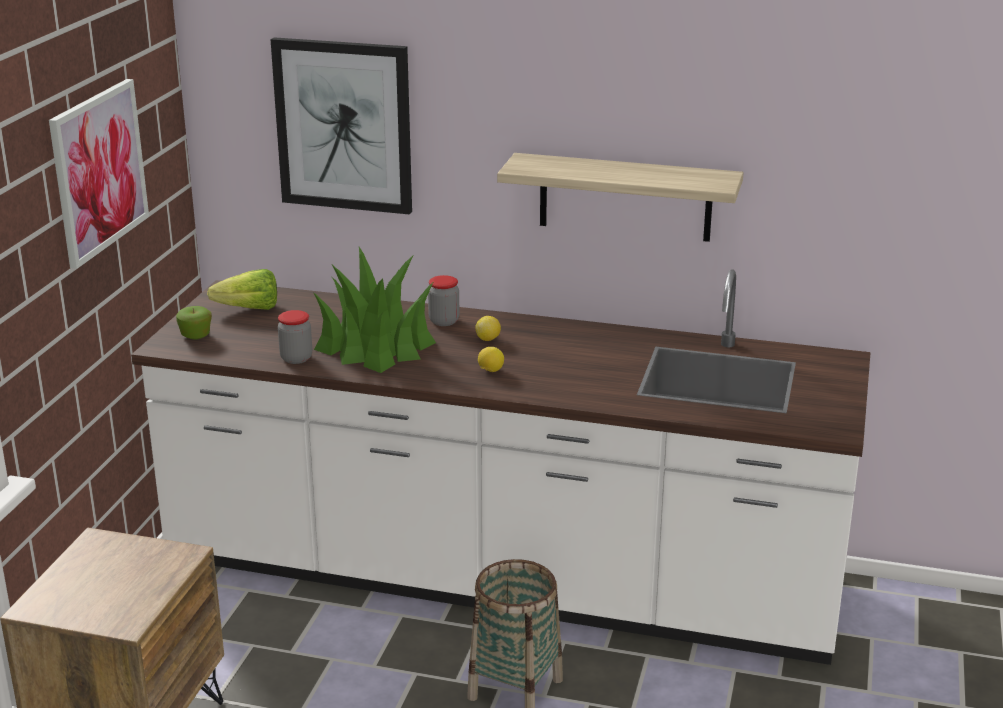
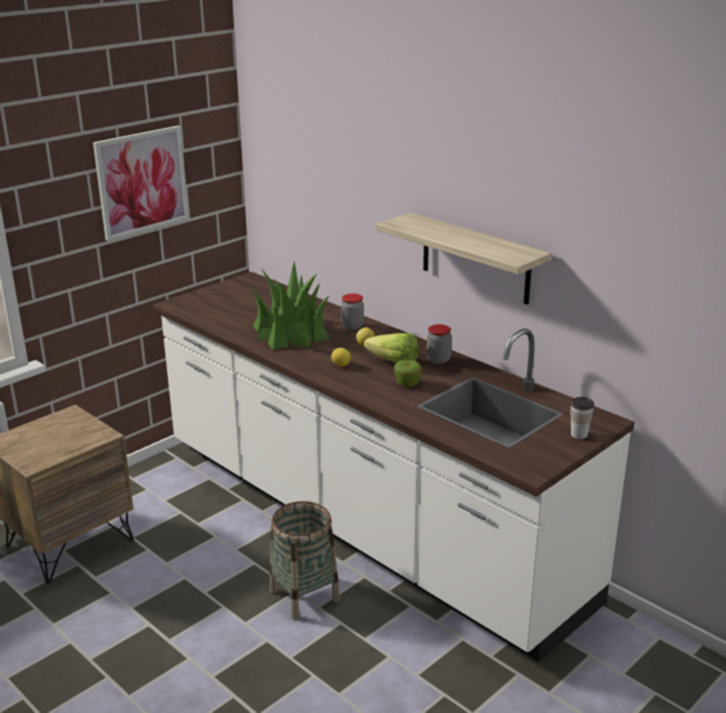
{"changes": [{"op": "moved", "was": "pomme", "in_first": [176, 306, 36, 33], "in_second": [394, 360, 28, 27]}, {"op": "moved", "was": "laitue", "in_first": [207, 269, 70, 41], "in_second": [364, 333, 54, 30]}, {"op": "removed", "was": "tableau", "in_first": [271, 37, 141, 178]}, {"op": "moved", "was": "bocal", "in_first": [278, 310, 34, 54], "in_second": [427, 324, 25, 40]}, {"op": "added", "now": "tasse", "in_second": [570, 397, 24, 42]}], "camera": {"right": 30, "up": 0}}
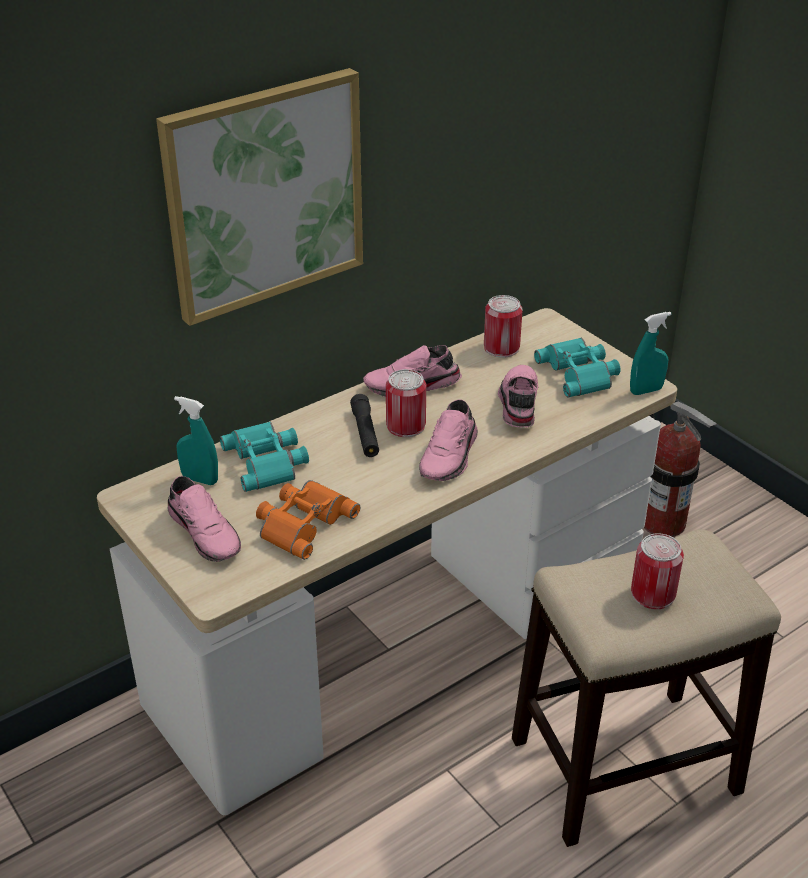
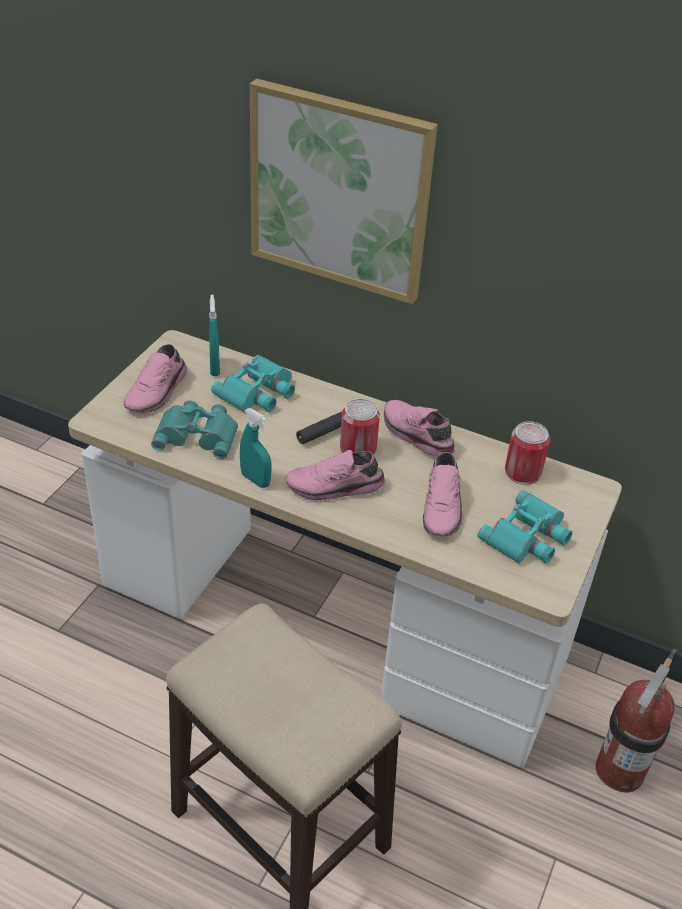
{"changes": [{"op": "recoloured", "was": "jumelles/orange", "now": "jumelles/turquoise", "in_first": [256, 480, 104, 80], "in_second": [151, 400, 87, 59]}, {"op": "turned", "was": "chaussure/rose", "in_first": [498, 365, 40, 63], "in_second": [423, 452, 41, 84], "clockwise": 120}, {"op": "moved", "was": "vaporisateur/turquoise", "in_first": [630, 312, 41, 83], "in_second": [240, 408, 31, 80]}, {"op": "removed", "was": "boîte métallique", "in_first": [631, 533, 53, 76]}], "camera": {"right": 60, "up": 5}}
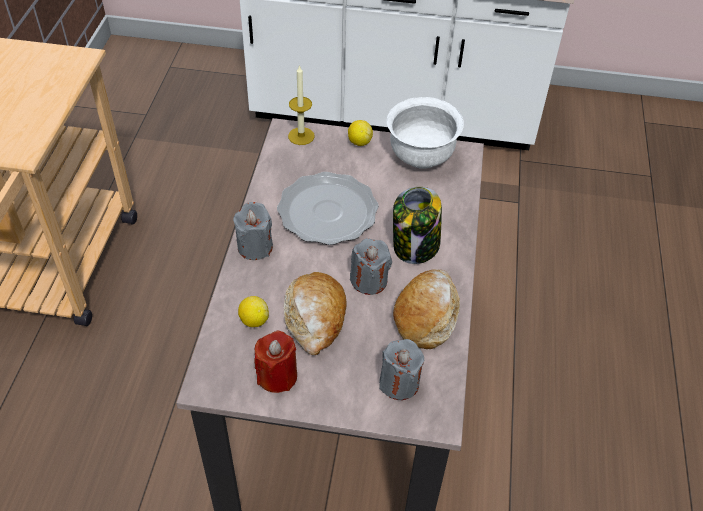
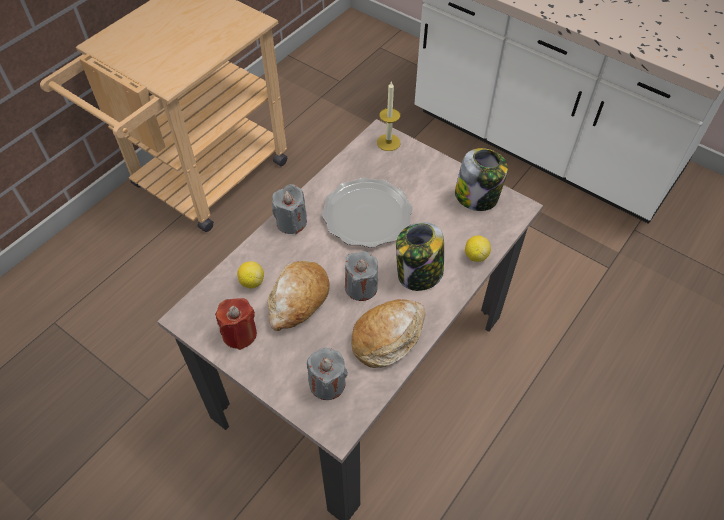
{"changes": [{"op": "moved", "was": "citron", "in_first": [348, 120, 25, 26], "in_second": [465, 235, 26, 27]}, {"op": "replaced", "was": "bol/blanc", "now": "bocal", "in_first": [387, 97, 77, 72], "in_second": [455, 148, 53, 63]}], "camera": {"right": 30, "up": 5}}
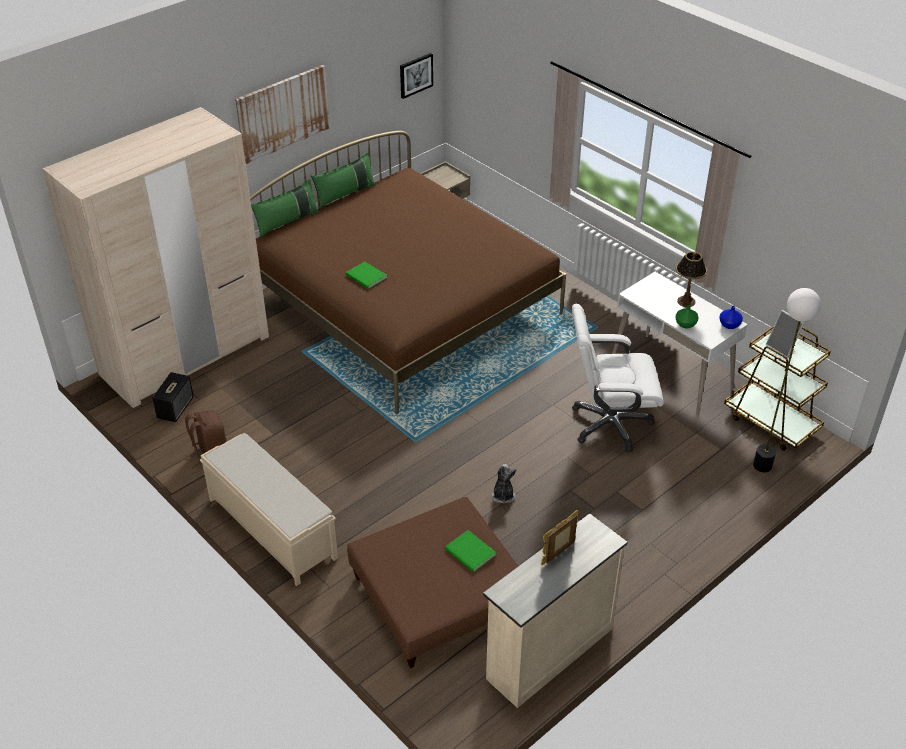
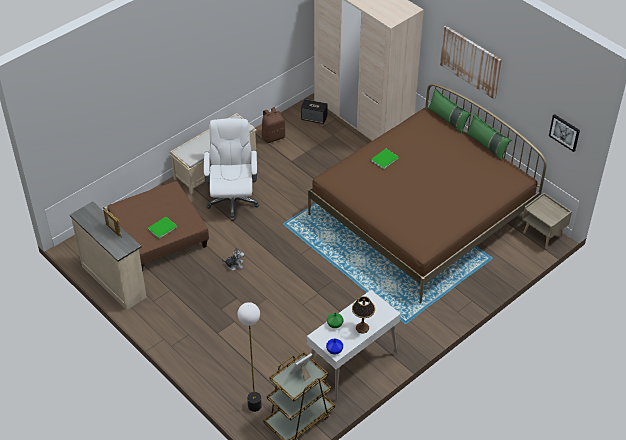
{"changes": [{"op": "moved", "was": "chaise de bureau/blanc", "in_first": [572, 304, 92, 148], "in_second": [204, 118, 55, 103]}], "camera": {"right": 90, "up": 5}}
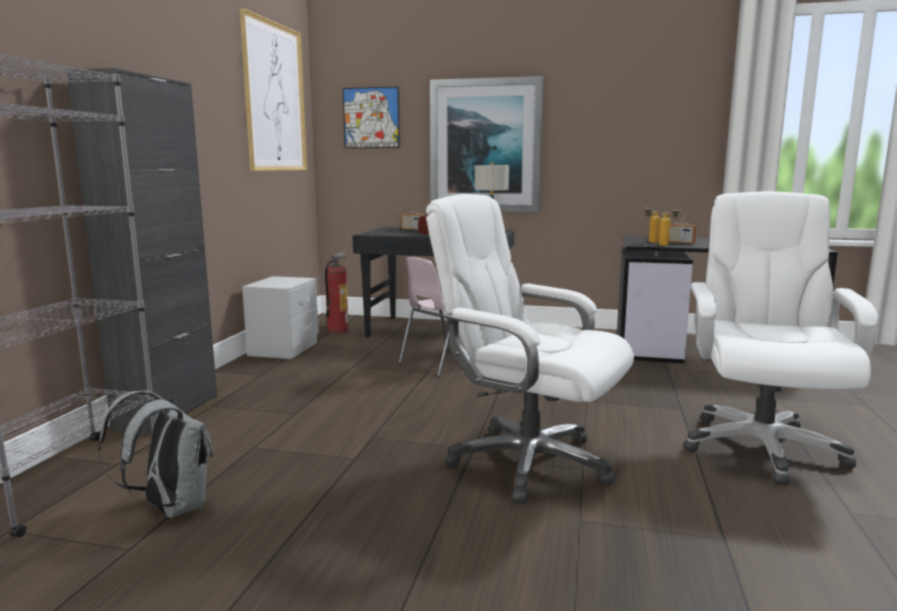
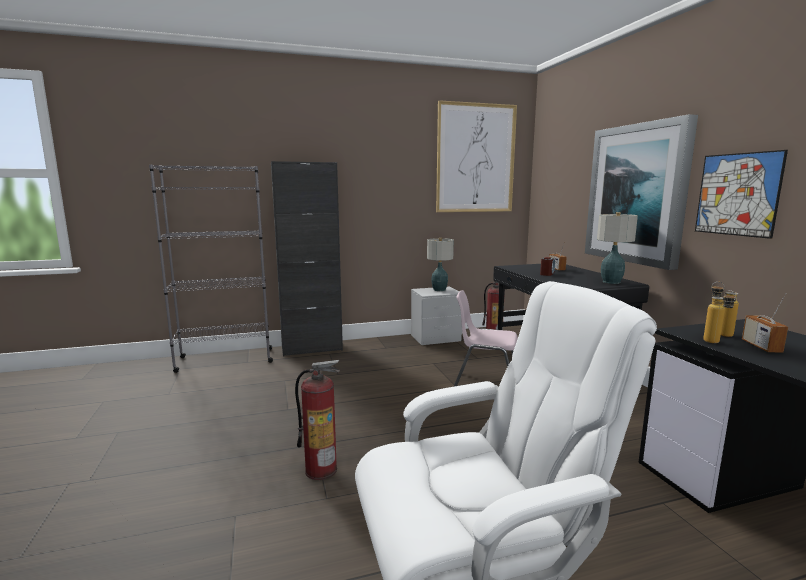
{"changes": [{"op": "removed", "was": "sac à dos/gris", "in_first": [98, 391, 115, 127]}, {"op": "moved", "was": "tableau", "in_first": [342, 87, 58, 61], "in_second": [695, 150, 93, 89]}, {"op": "replaced", "was": "chaise de bureau/blanc", "now": "extincteur", "in_first": [426, 194, 208, 310], "in_second": [295, 360, 45, 120]}, {"op": "added", "now": "lampe de table", "in_second": [427, 238, 27, 53]}], "camera": {"right": 60, "up": 0}}
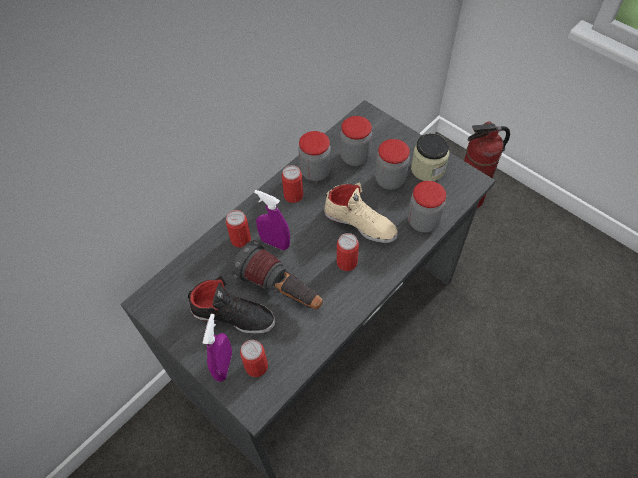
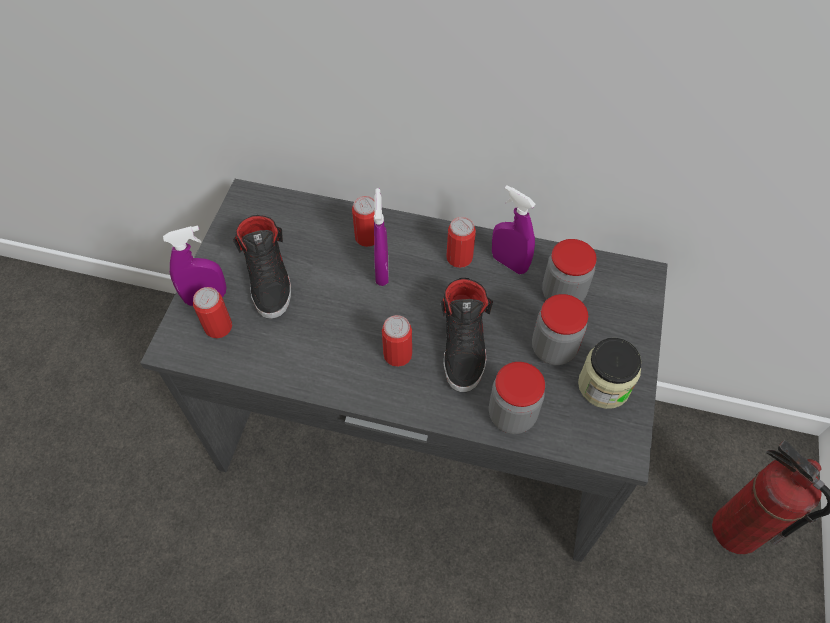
{"changes": [{"op": "removed", "was": "lampe de poche", "in_first": [231, 240, 92, 69]}, {"op": "replaced", "was": "bocal", "now": "vaporisateur/violet", "in_first": [298, 131, 33, 50], "in_second": [492, 185, 44, 89]}, {"op": "recoloured", "was": "chaussure/beige", "now": "chaussure/noir", "in_first": [324, 183, 74, 60], "in_second": [441, 278, 52, 114]}], "camera": {"right": 60, "up": 0}}
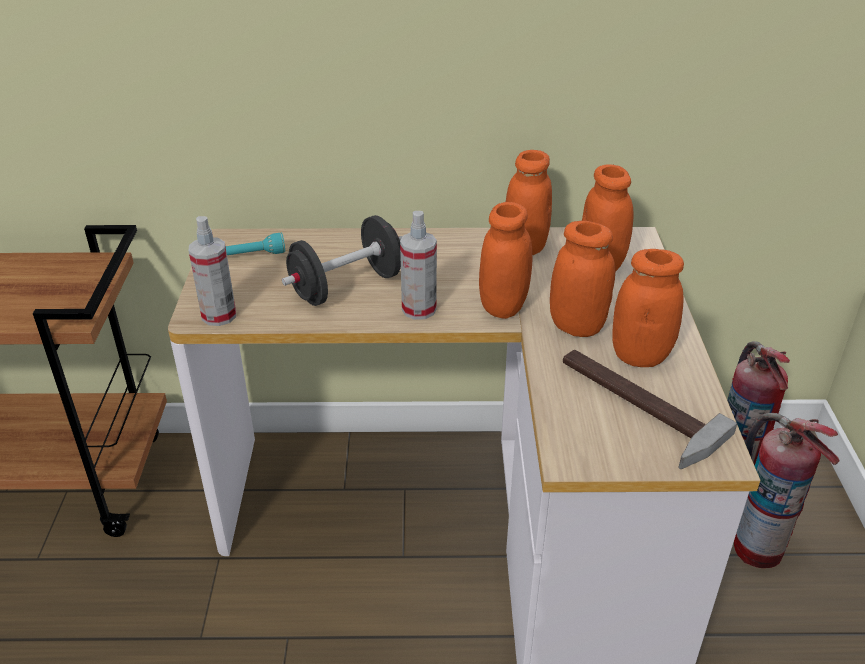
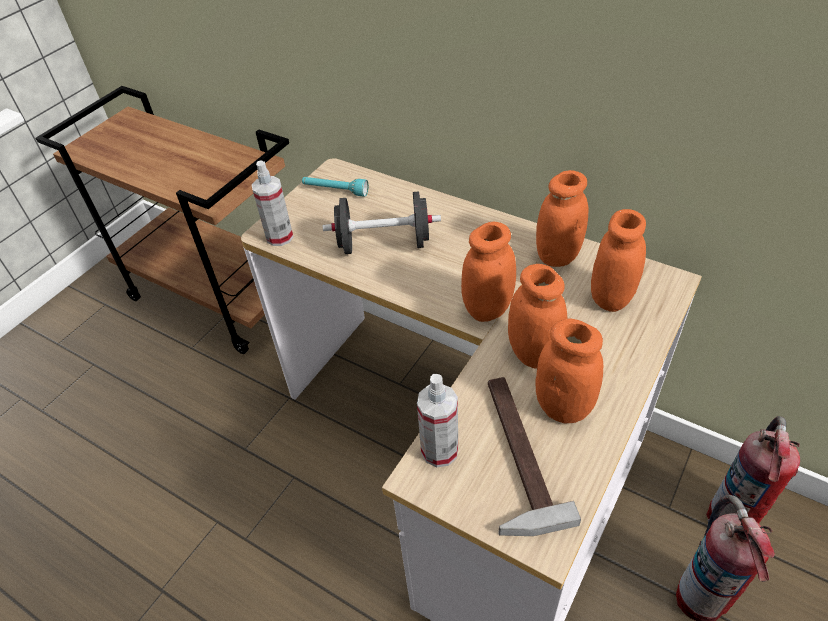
{"changes": [{"op": "moved", "was": "vaporisateur", "in_first": [400, 211, 37, 109], "in_second": [417, 374, 41, 93]}], "camera": {"right": 35, "up": 10}}
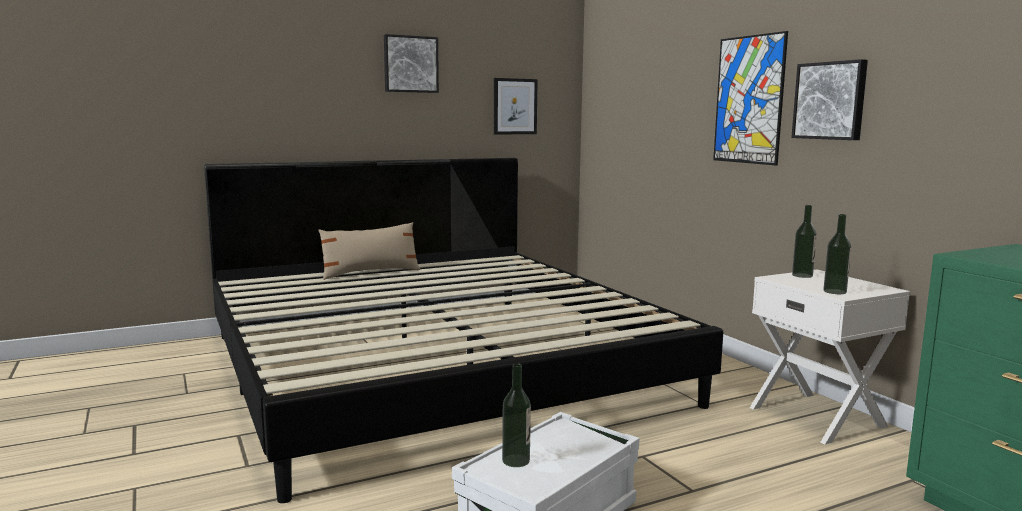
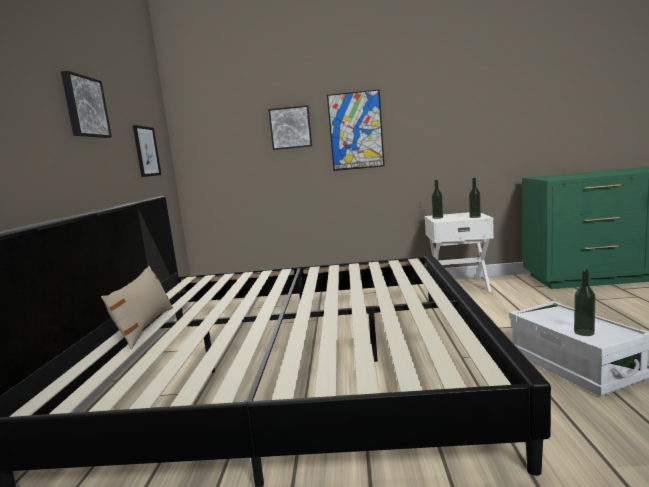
{"changes": [{"op": "moved", "was": "tableau", "in_first": [791, 59, 77, 81], "in_second": [268, 105, 44, 45]}], "camera": {"right": -60, "up": 0}}
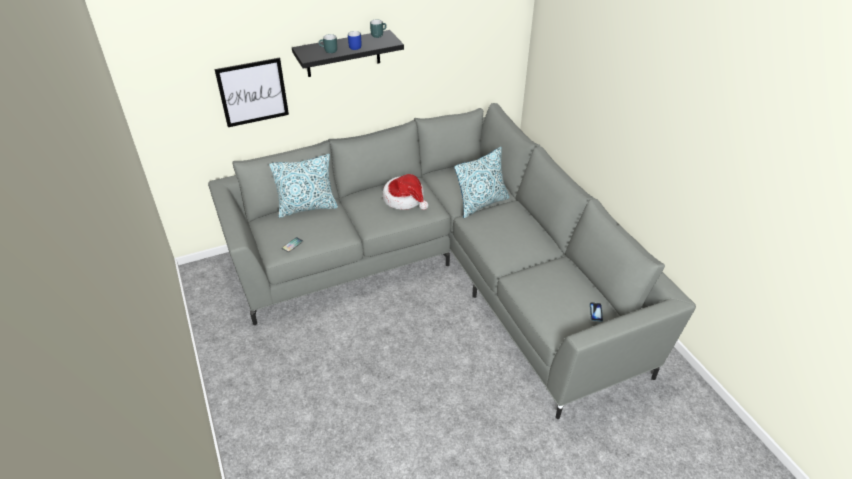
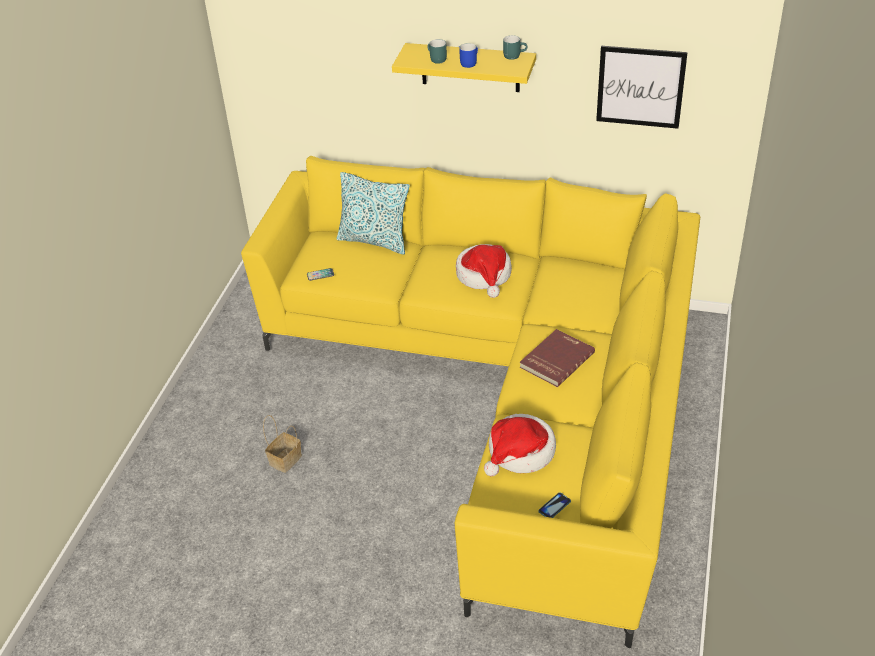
{"changes": [{"op": "recoloured", "was": "canapé/gris", "now": "canapé/jaune", "in_first": [208, 103, 488, 316], "in_second": [241, 156, 459, 492]}, {"op": "moved", "was": "tableau", "in_first": [215, 58, 74, 69], "in_second": [596, 46, 92, 83]}, {"op": "recoloured", "was": "étagère/noir", "now": "étagère/jaune", "in_first": [292, 30, 112, 47], "in_second": [392, 43, 144, 49]}, {"op": "removed", "was": "coussin", "in_first": [454, 147, 55, 71]}, {"op": "added", "now": "panier", "in_second": [263, 415, 39, 58]}, {"op": "added", "now": "chapeau", "in_second": [484, 414, 72, 62]}, {"op": "added", "now": "livre/rouge", "in_second": [520, 329, 75, 58]}], "camera": {"right": 40, "up": 0}}
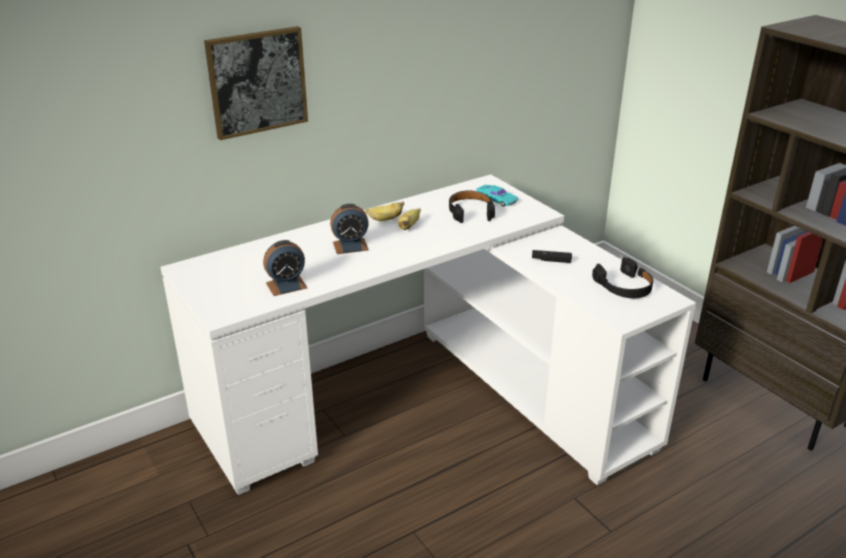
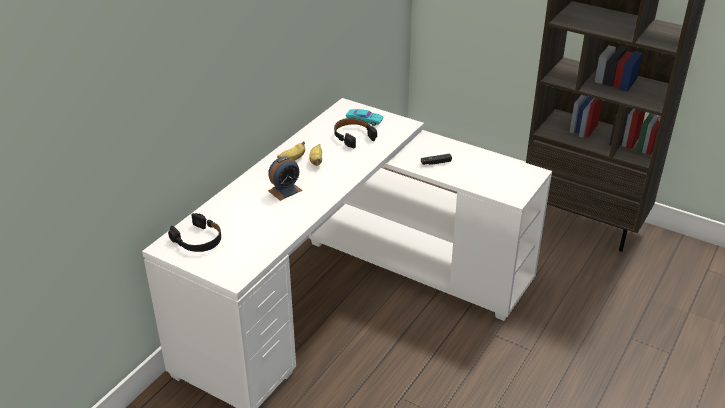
{"changes": [{"op": "removed", "was": "tableau", "in_first": [204, 26, 104, 114]}, {"op": "removed", "was": "réveil", "in_first": [263, 240, 44, 56]}, {"op": "moved", "was": "casque audio/noir", "in_first": [592, 257, 61, 41], "in_second": [168, 213, 53, 39]}], "camera": {"right": -25, "up": 5}}
